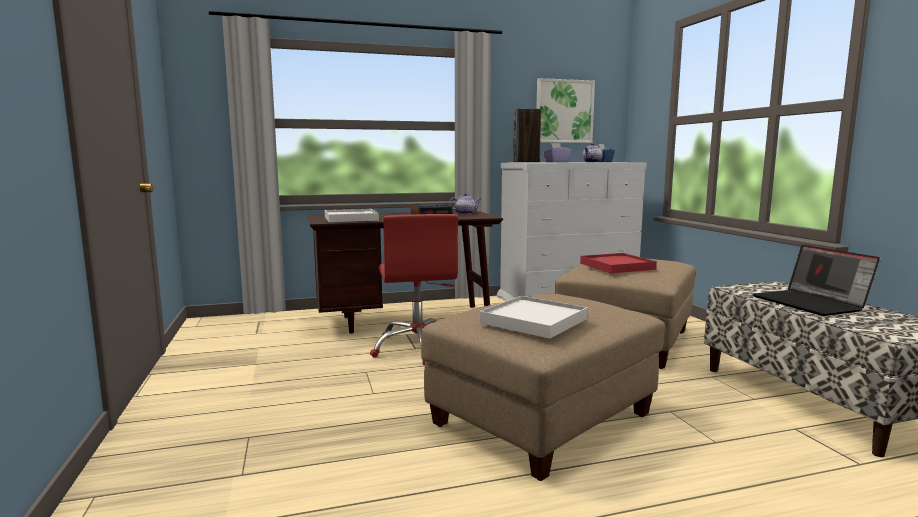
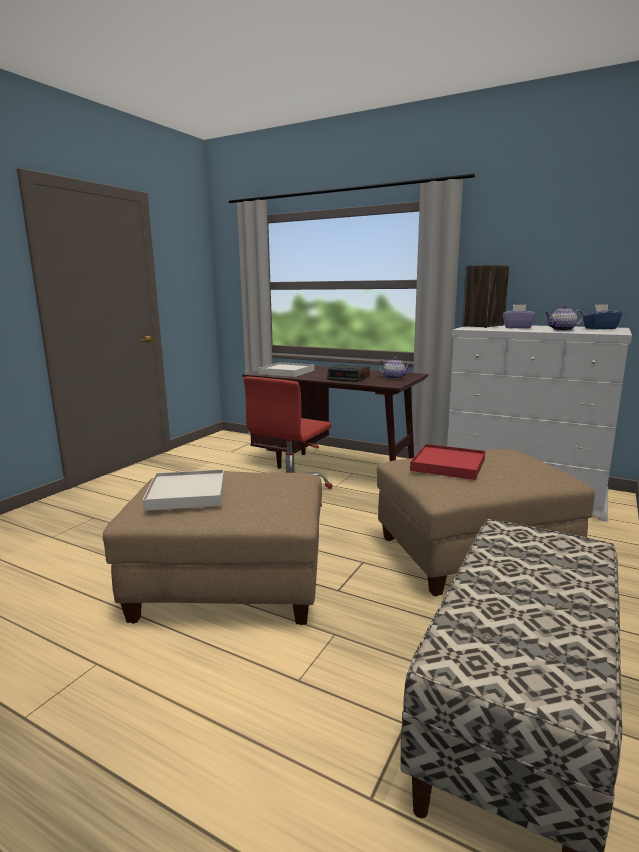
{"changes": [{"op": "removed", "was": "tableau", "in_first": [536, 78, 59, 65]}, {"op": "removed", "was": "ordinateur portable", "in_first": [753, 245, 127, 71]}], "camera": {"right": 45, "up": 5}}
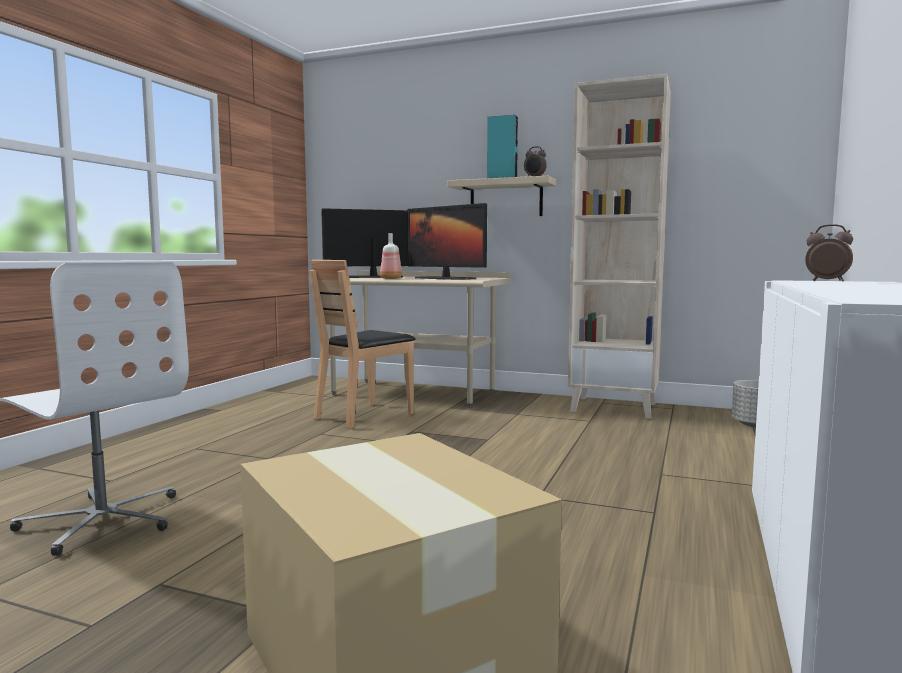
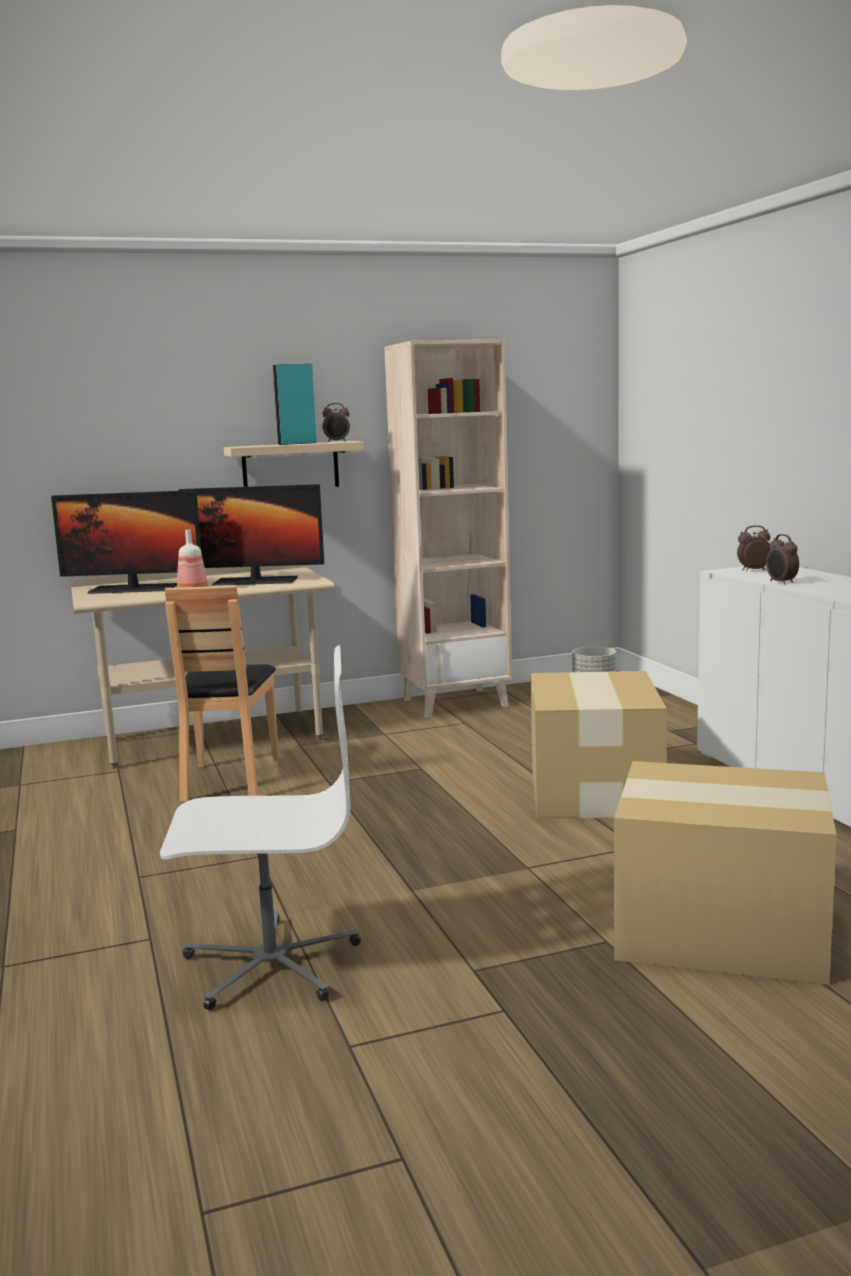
{"changes": [{"op": "turned", "was": "écran d'ordinateur", "in_first": [321, 208, 87, 70], "in_second": [51, 490, 151, 104], "clockwise": -120}, {"op": "added", "now": "carton", "in_second": [531, 671, 136, 147]}, {"op": "added", "now": "réveil", "in_second": [766, 534, 33, 51]}], "camera": {"right": -40, "up": 5}}
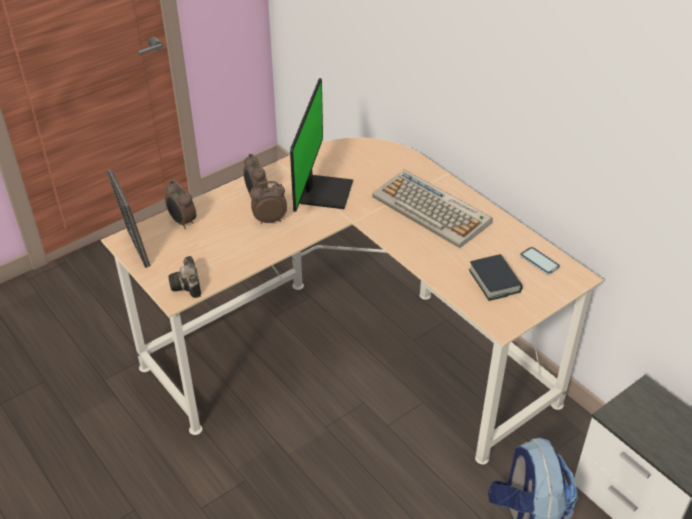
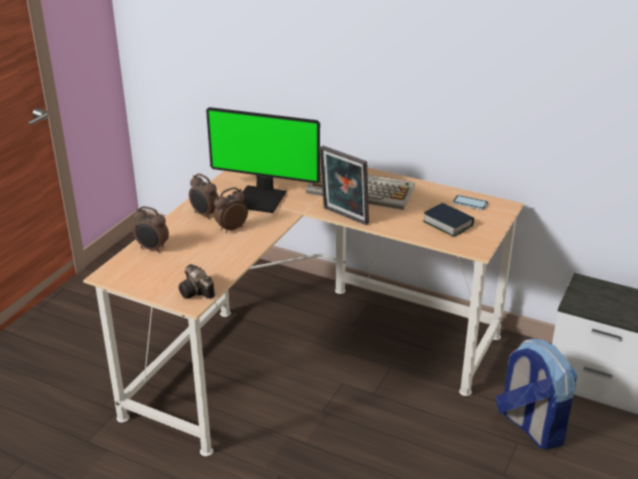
{"changes": [{"op": "moved", "was": "cadre photo", "in_first": [106, 169, 45, 99], "in_second": [319, 145, 50, 80]}, {"op": "turned", "was": "écran d'ordinateur", "in_first": [290, 78, 63, 134], "in_second": [206, 107, 114, 106], "clockwise": 120}], "camera": {"right": -25, "up": -10}}
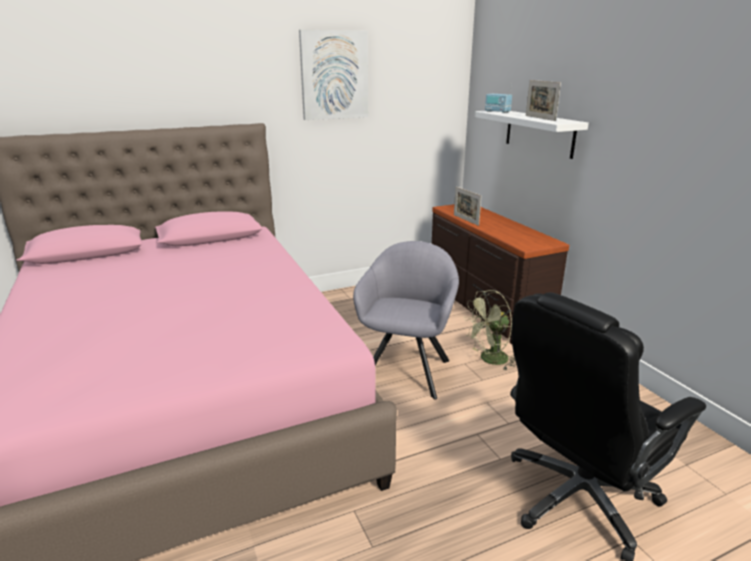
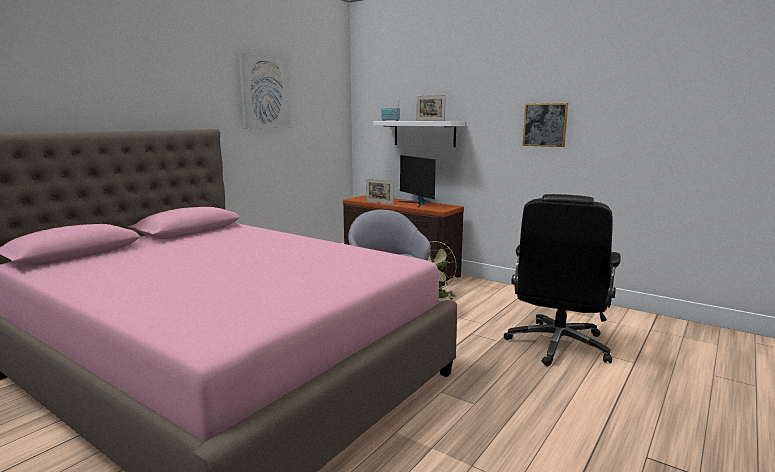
{"changes": [{"op": "added", "now": "écran d'ordinateur", "in_second": [398, 155, 38, 52]}, {"op": "added", "now": "tableau", "in_second": [523, 103, 45, 44]}], "camera": {"right": -30, "up": -10}}
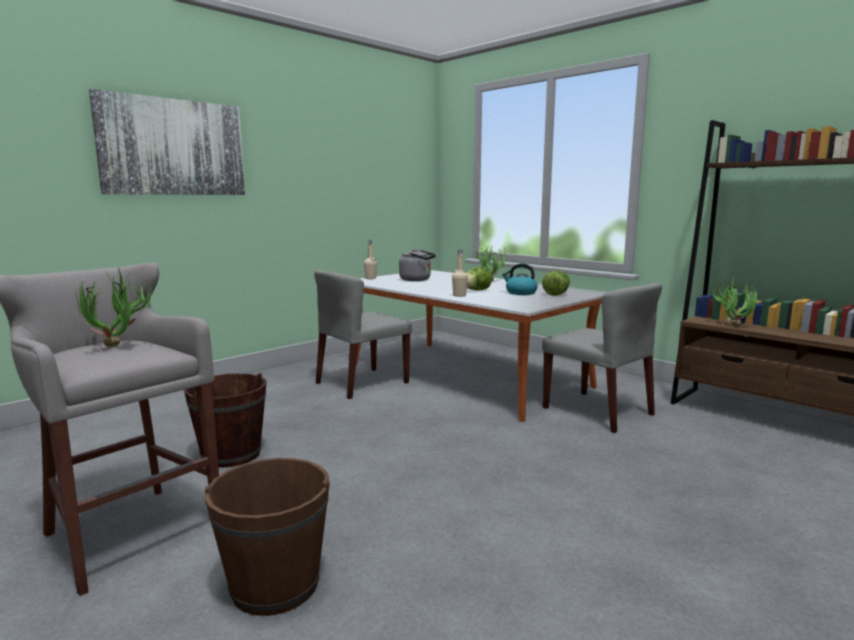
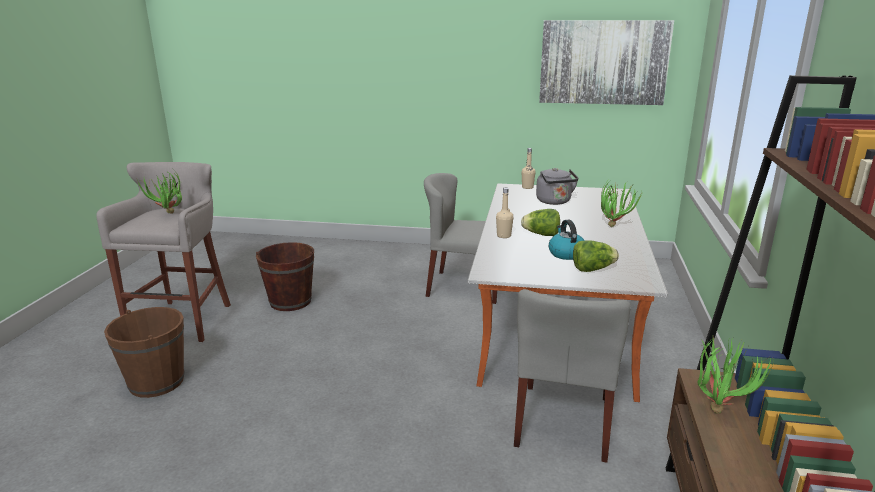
{"changes": [{"op": "moved", "was": "tableau", "in_first": [89, 89, 156, 106], "in_second": [539, 20, 135, 85]}], "camera": {"right": 55, "up": 10}}
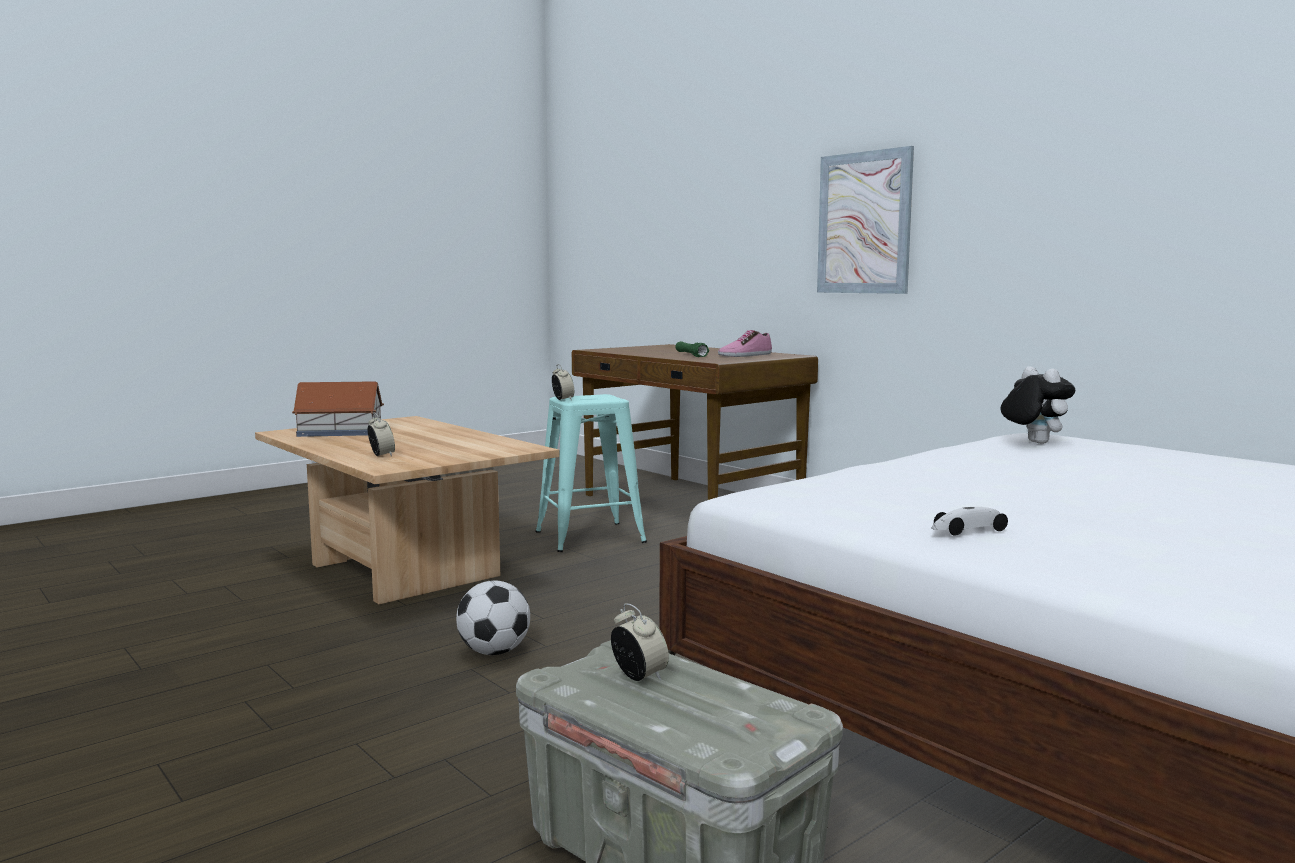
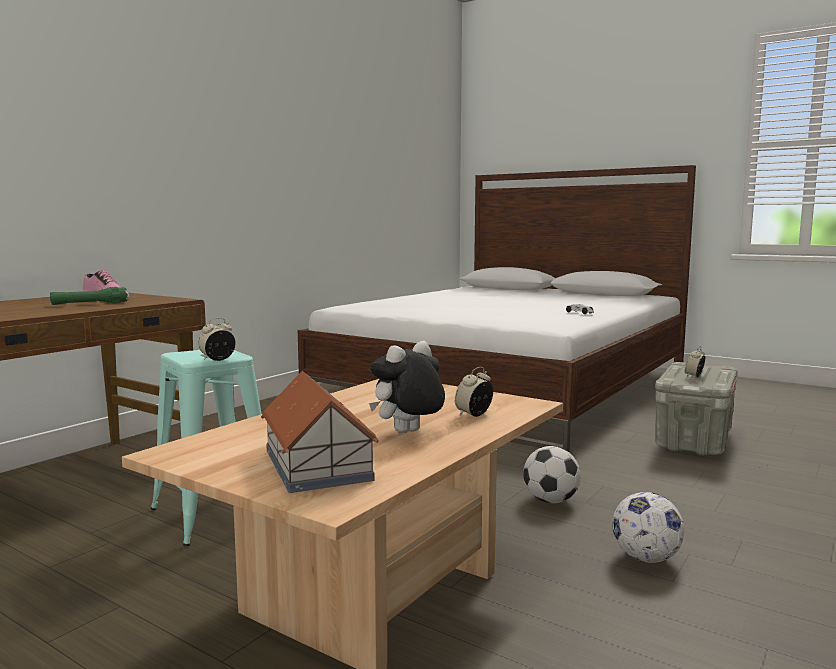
{"changes": [{"op": "removed", "was": "tableau", "in_first": [817, 146, 97, 148]}, {"op": "moved", "was": "peluche", "in_first": [1001, 366, 74, 78], "in_second": [369, 341, 76, 92]}, {"op": "added", "now": "ballon de foot", "in_second": [612, 492, 72, 71]}], "camera": {"right": -105, "up": 0}}
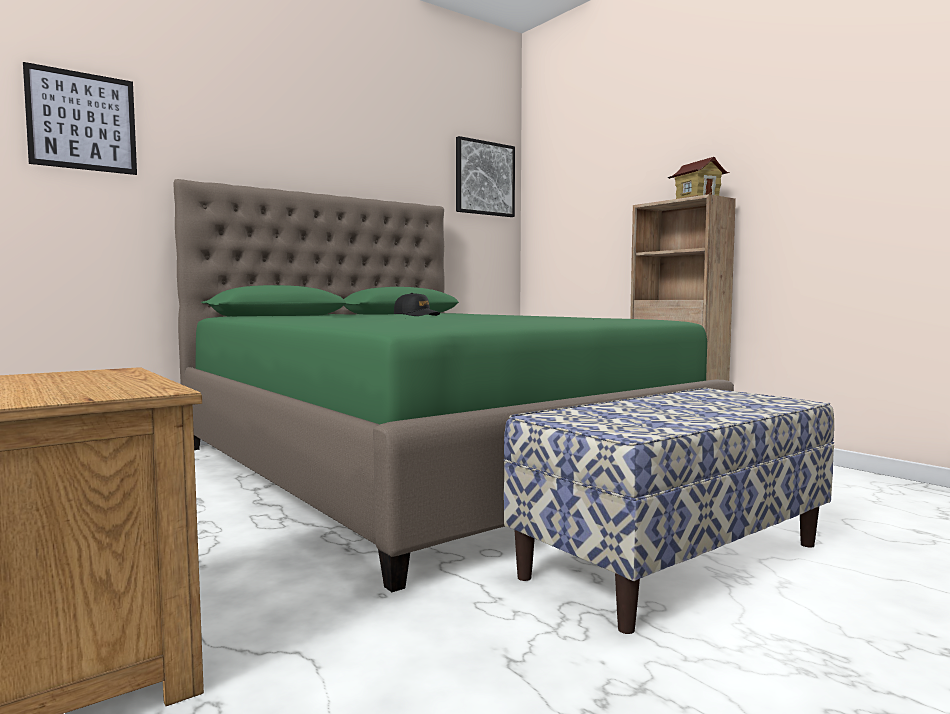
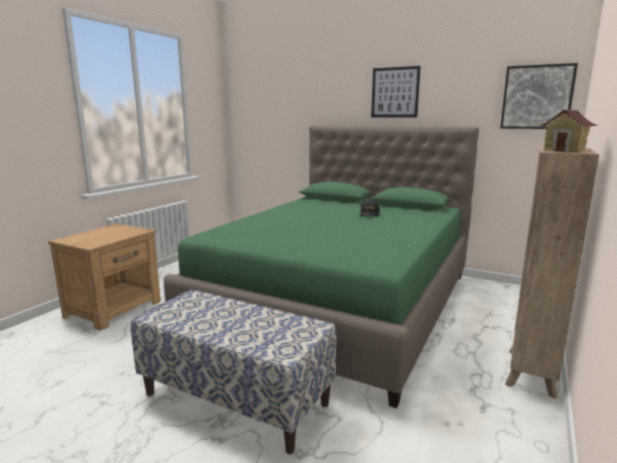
{"changes": [{"op": "moved", "was": "tableau", "in_first": [23, 62, 114, 113], "in_second": [371, 66, 50, 51]}], "camera": {"right": 65, "up": 10}}
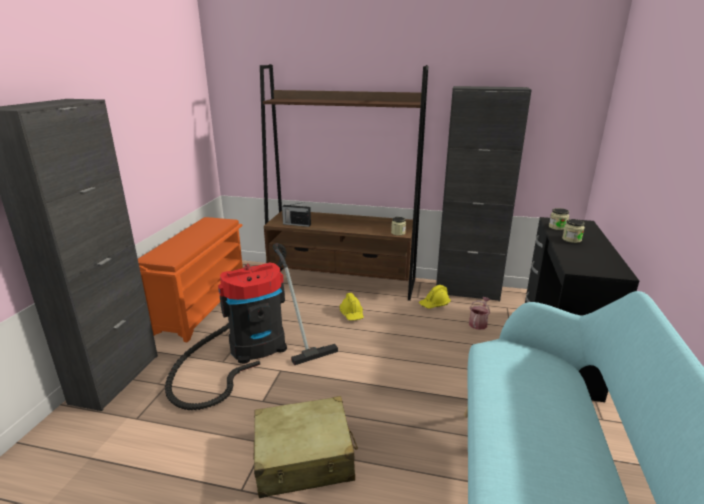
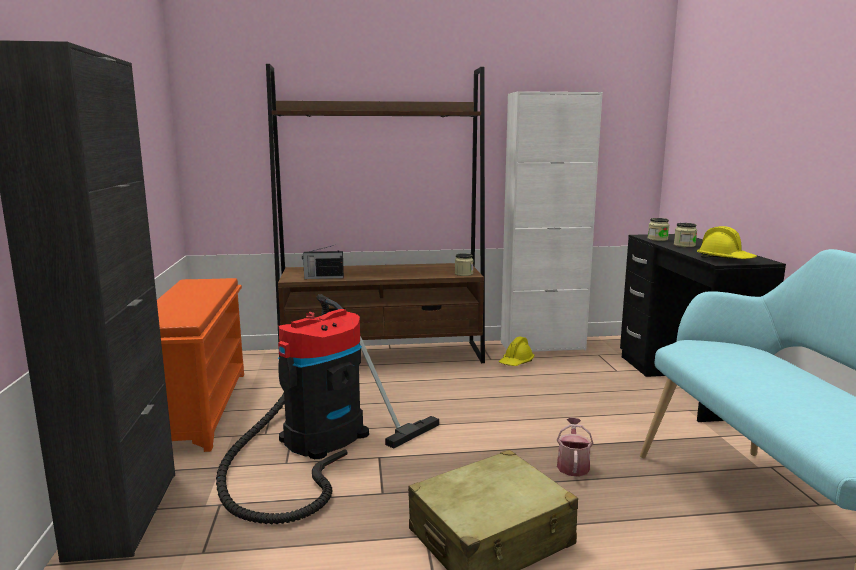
{"changes": [{"op": "moved", "was": "casque de chantier/jaune", "in_first": [340, 293, 24, 27], "in_second": [697, 226, 60, 33]}, {"op": "recoloured", "was": "meuble de rangement/noir", "now": "meuble de rangement/blanc", "in_first": [436, 86, 96, 215], "in_second": [501, 91, 102, 261]}, {"op": "moved", "was": "arrosoir", "in_first": [469, 297, 22, 33], "in_second": [557, 418, 36, 59]}], "camera": {"right": -20, "up": -10}}
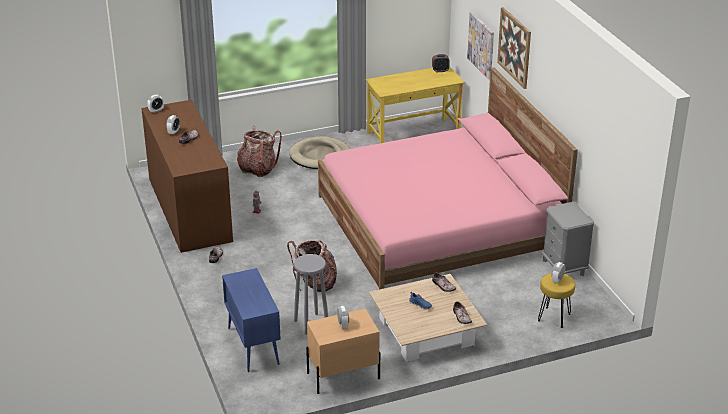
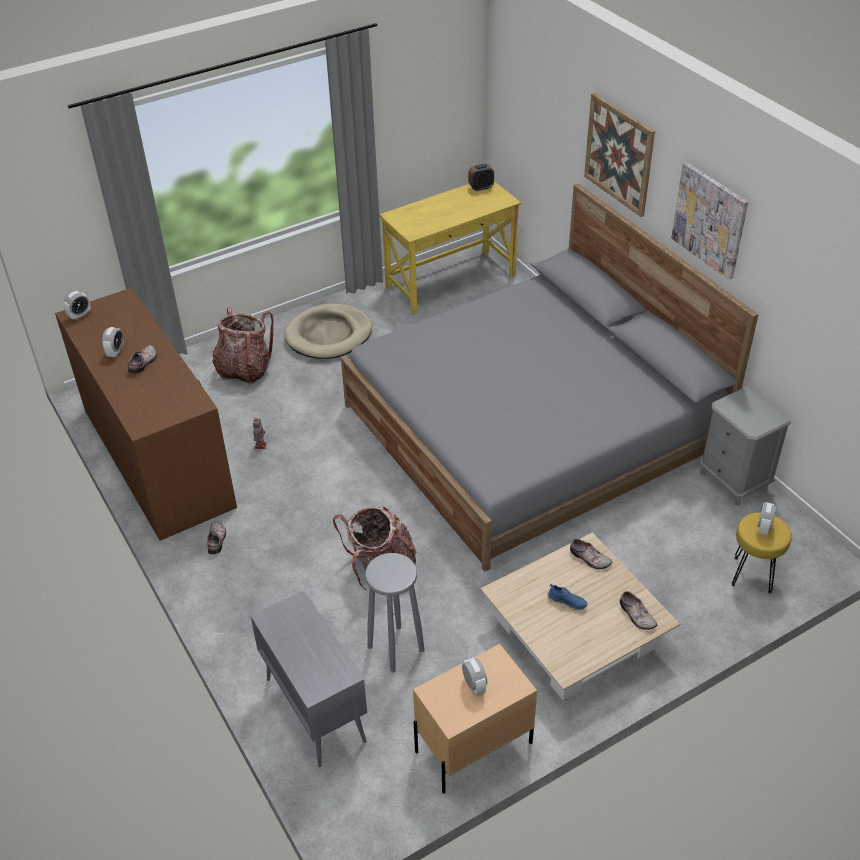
{"changes": [{"op": "recoloured", "was": "meuble de rangement/bleu", "now": "meuble de rangement/gris", "in_first": [222, 268, 59, 104], "in_second": [250, 591, 117, 176]}, {"op": "recoloured", "was": "lit/rose", "now": "lit/gris", "in_first": [318, 68, 260, 222], "in_second": [341, 183, 418, 389]}, {"op": "moved", "was": "tableau", "in_first": [467, 12, 27, 68], "in_second": [671, 162, 77, 118]}], "camera": {"right": -10, "up": 10}}
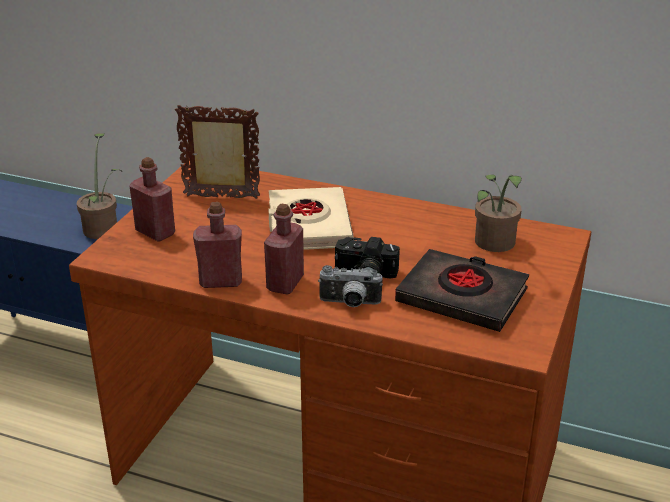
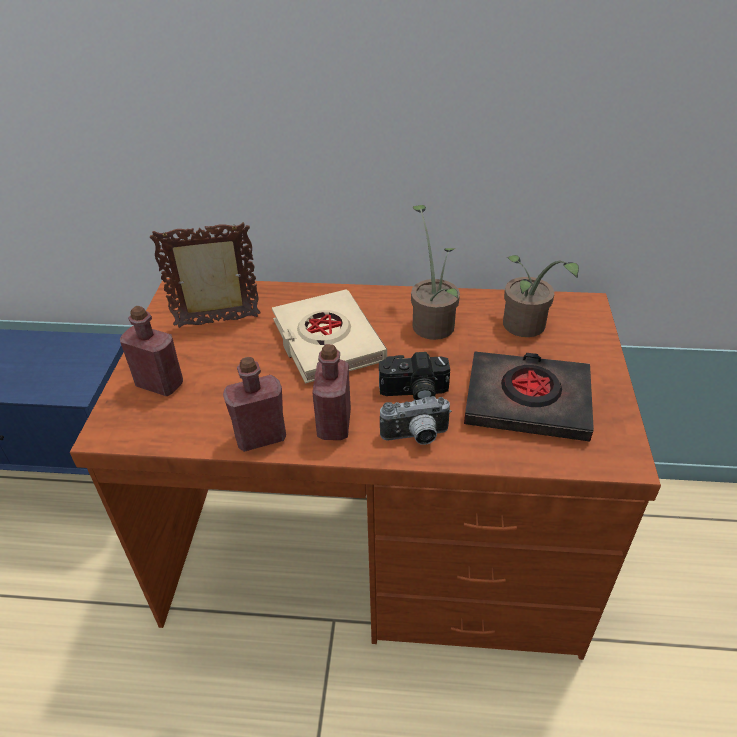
{"changes": [{"op": "moved", "was": "plante en pot", "in_first": [77, 134, 45, 105], "in_second": [411, 205, 49, 135]}], "camera": {"right": -15, "up": 10}}
